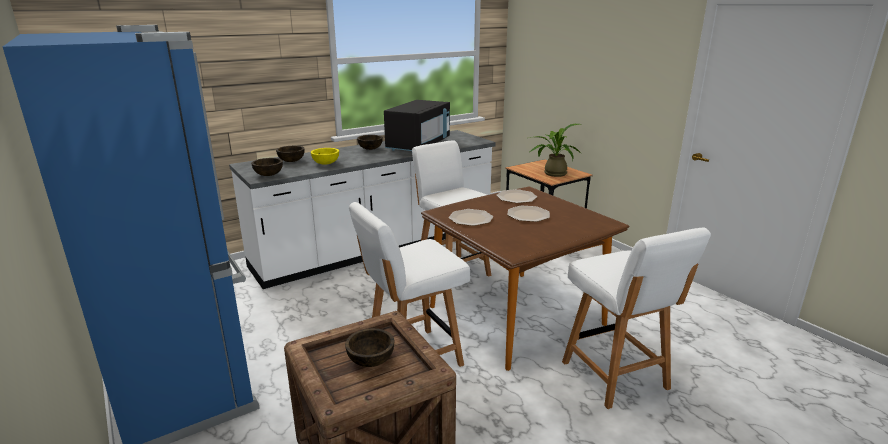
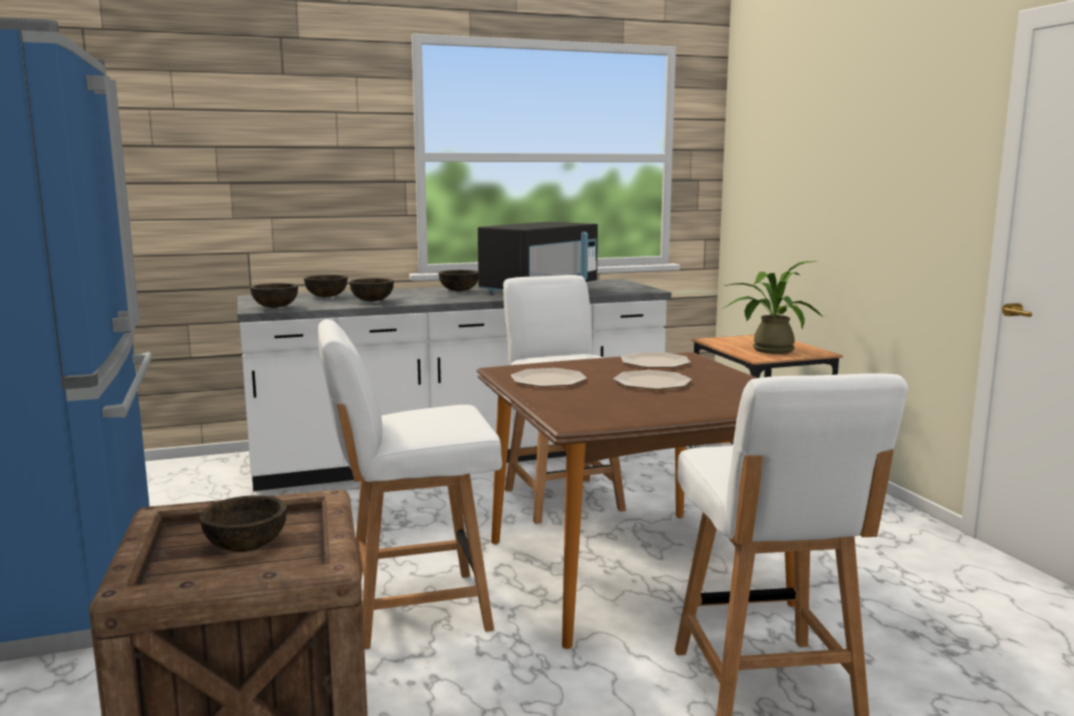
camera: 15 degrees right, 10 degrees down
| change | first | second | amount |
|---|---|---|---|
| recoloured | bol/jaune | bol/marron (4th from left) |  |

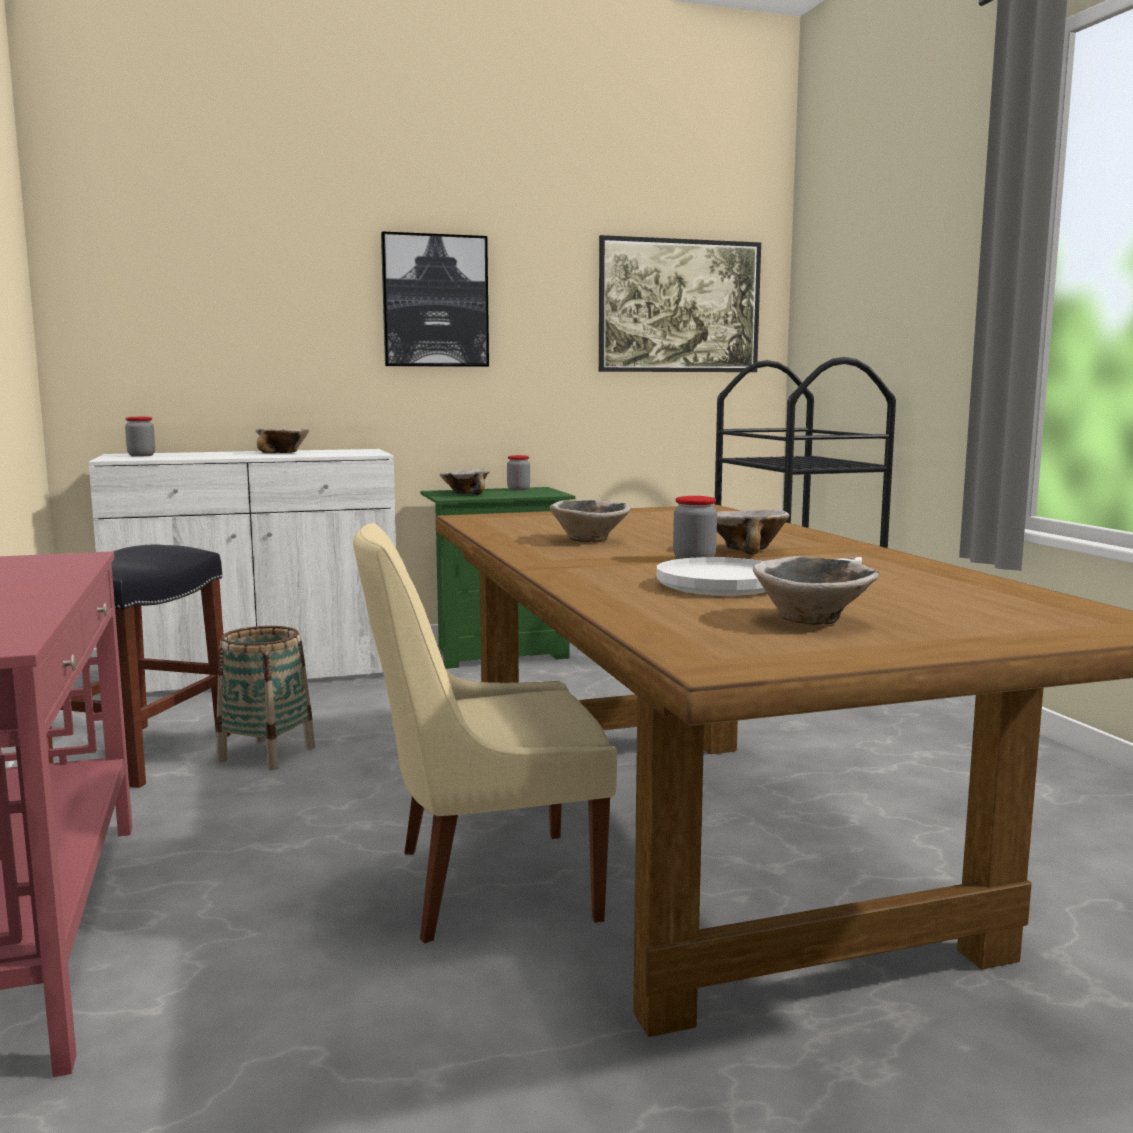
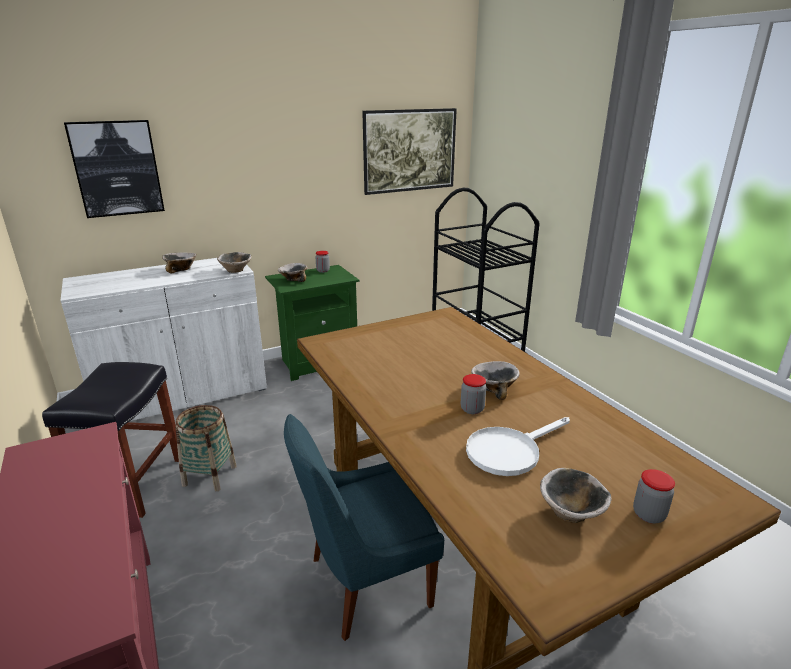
camera: 10 degrees left, 15 degrees up
| change | first | second | amount |
|---|---|---|---|
| moved | bocal (1st from left in the first image) | bocal (3rd from left) |  |
| moved | tableau (1st from left) |  |  |
| moved | bol (3rd from left in the first image) | bol (2nd from left) |  |
| recoloured | chaise/beige | chaise/bleu |  |

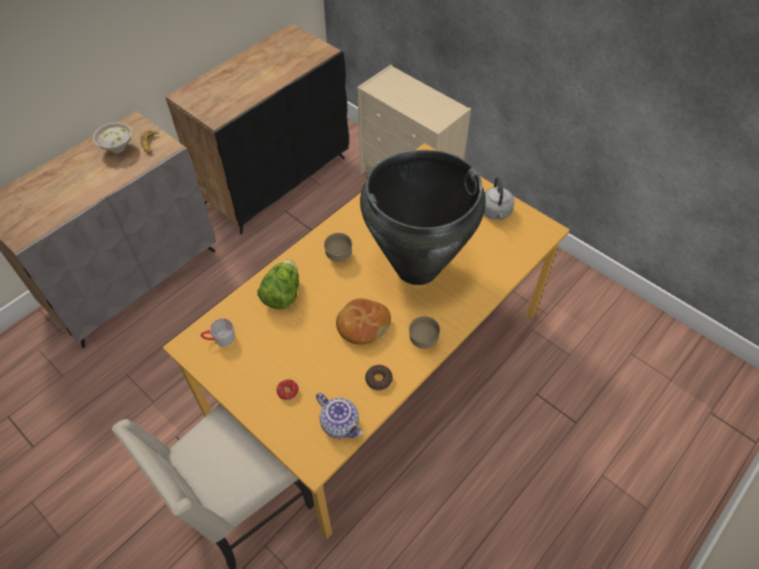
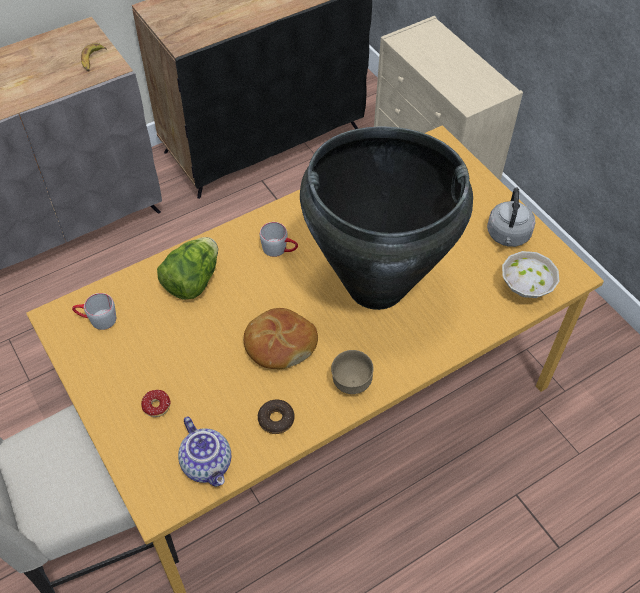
camera: 15 degrees right, 0 degrees up
| change | first | second | amount |
|---|---|---|---|
| moved | bol/blanc |  |  |
| replaced | bol/marron (1st from left) | mug/gris (2nd from left) |  |

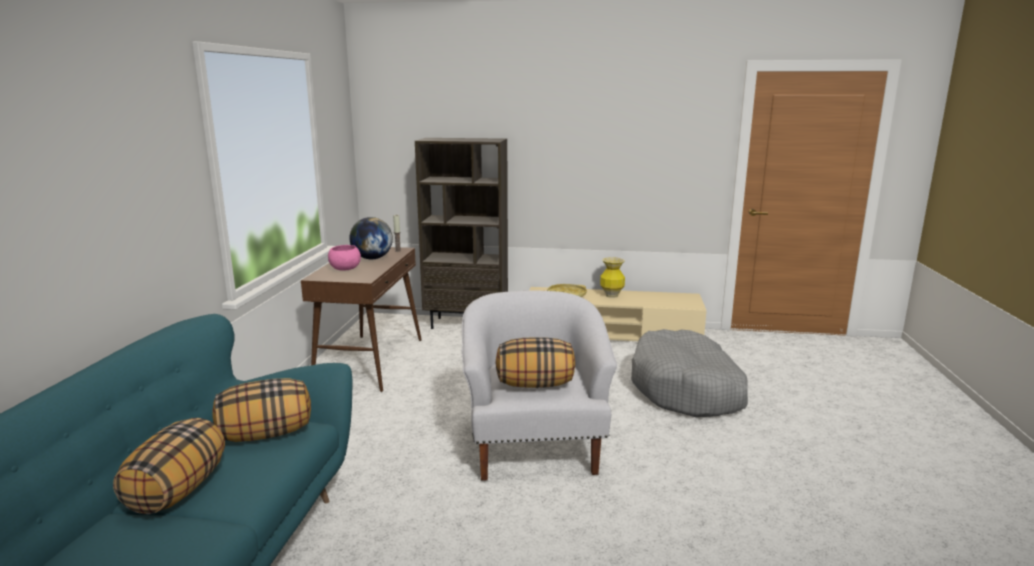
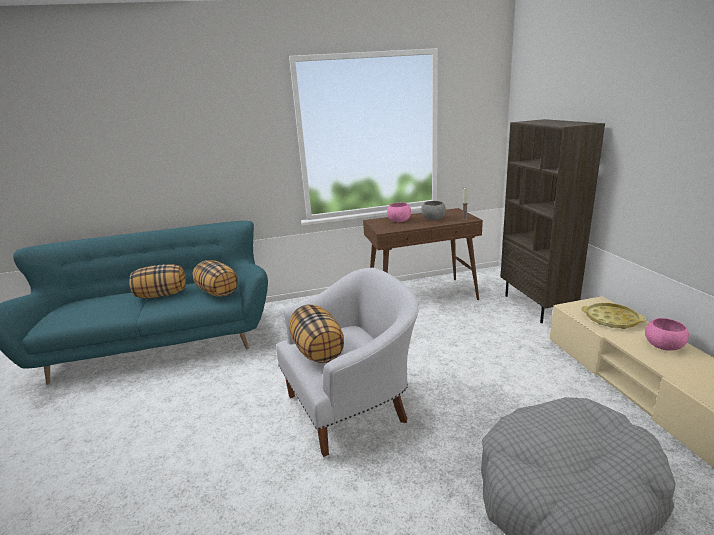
camera: 70 degrees right, 5 degrees up
| change | first | second | amount |
|---|---|---|---|
| replaced | globe | bol/gris |  |
| replaced | vase | bol/rose (2nd from left) |  |

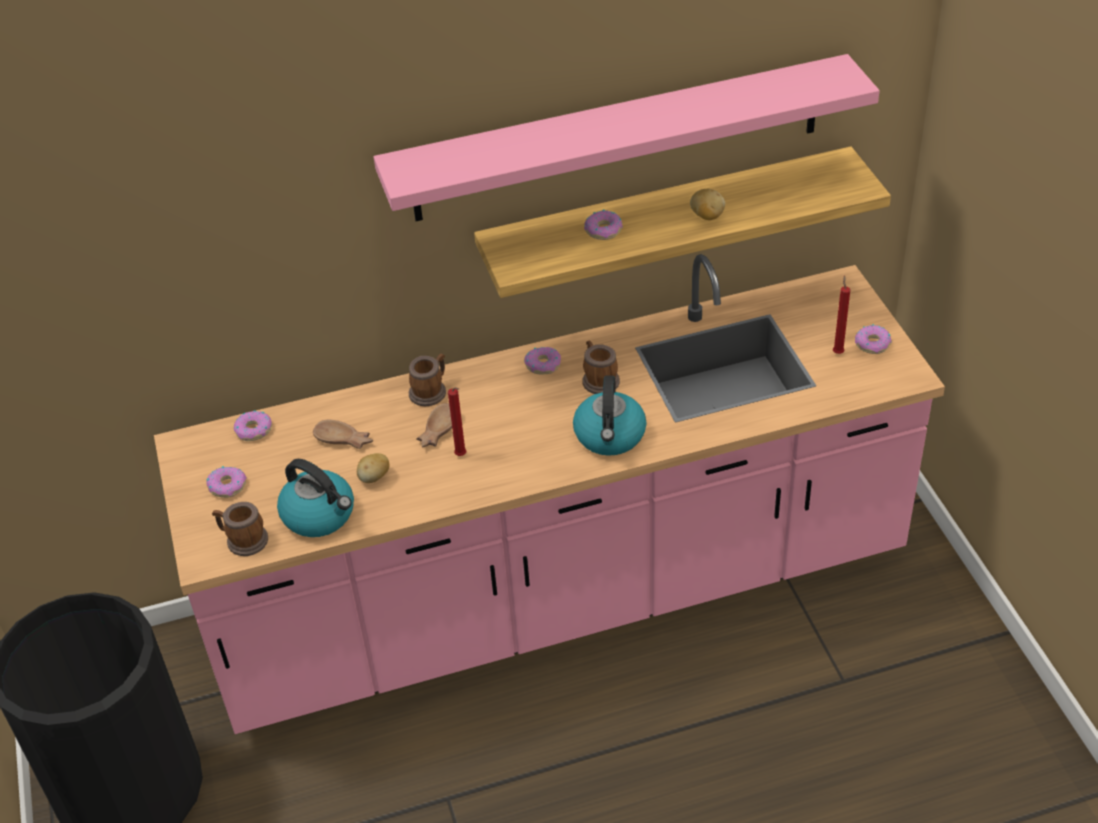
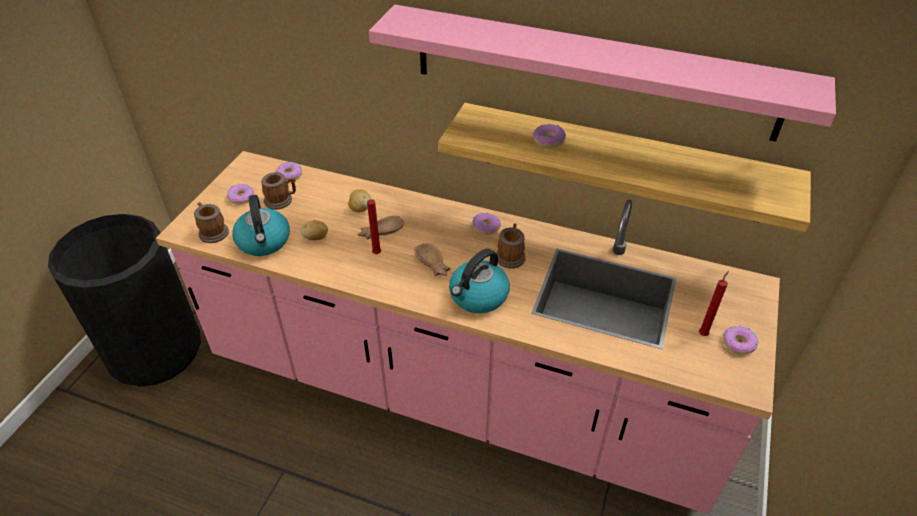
camera: 35 degrees right, 0 degrees up
| change | first | second | amount |
|---|---|---|---|
| moved | bol/marron (1st from left in the first image) | bol/marron (2nd from left) |  |
| moved | mug (2nd from left) |  |  |
| moved | pomme de terre (2nd from left) |  |  |

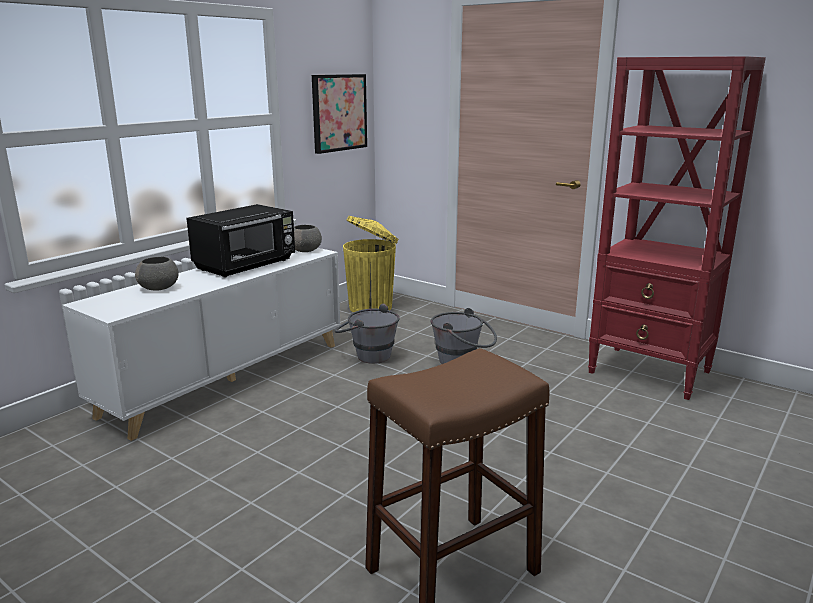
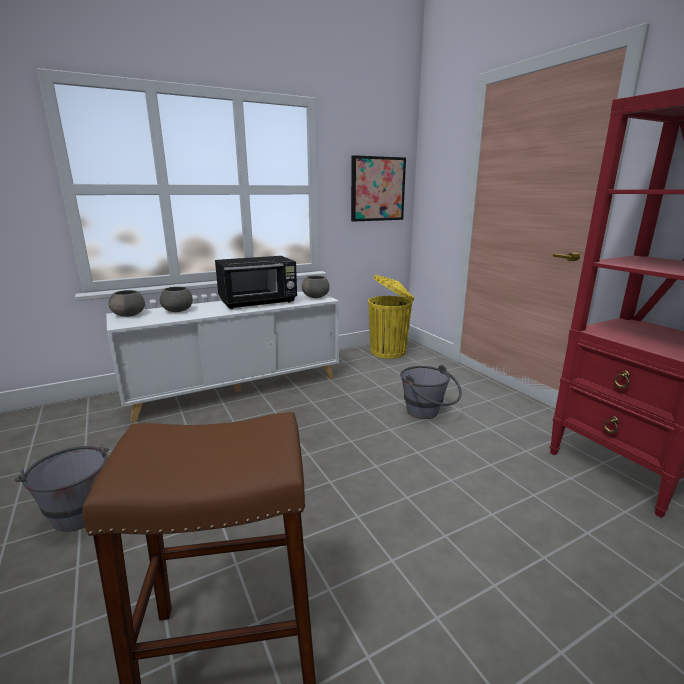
camera: 25 degrees right, 0 degrees up
| change | first | second | amount |
|---|---|---|---|
| added |  | bol/gris (1st from left) |  |
| moved | seau/gris (1st from left) |  |  |

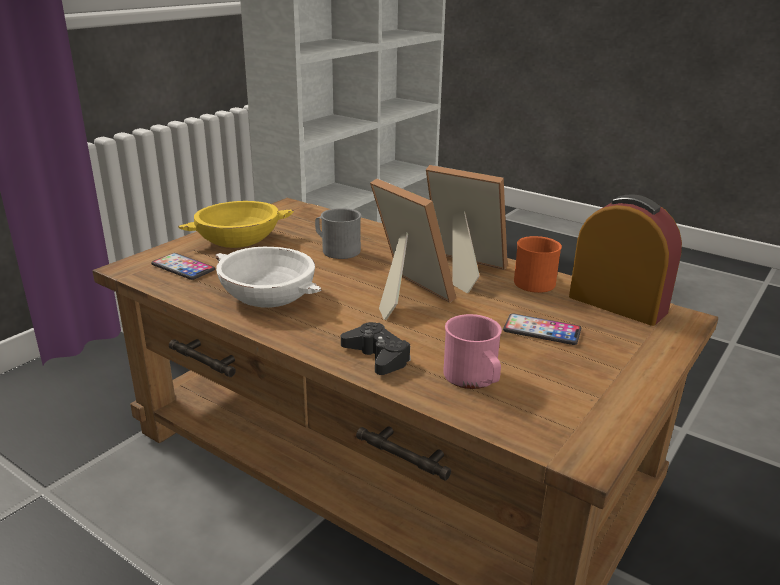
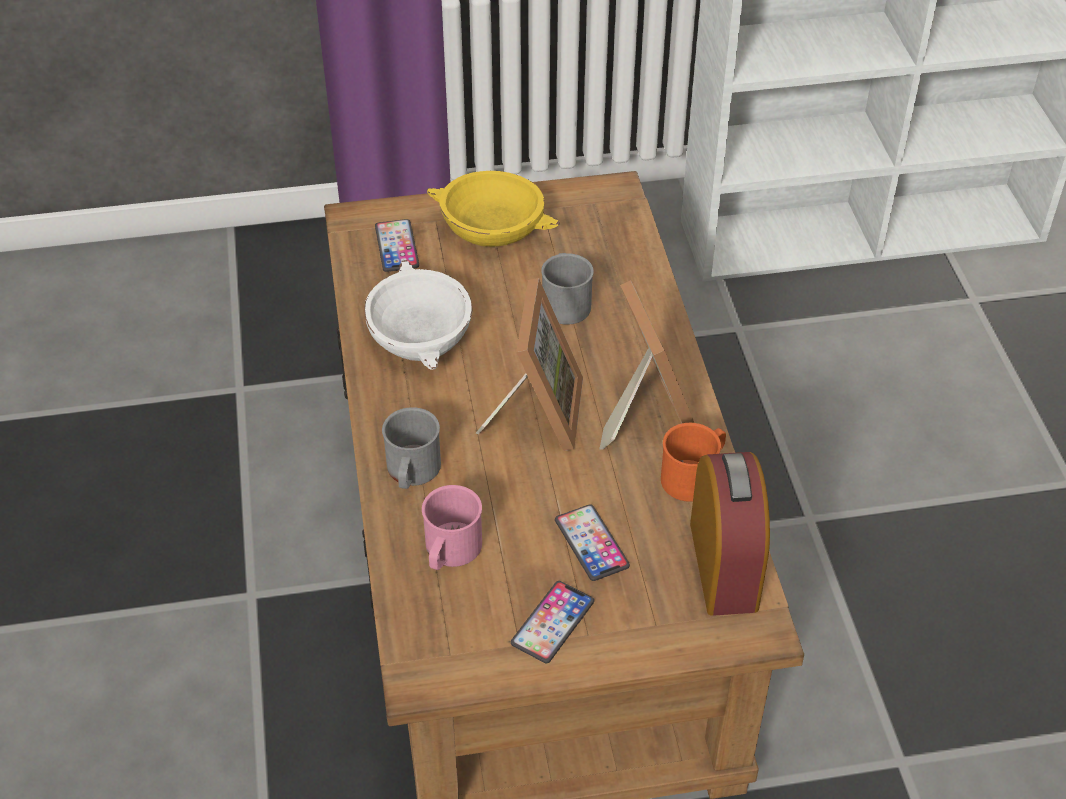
camera: 45 degrees right, 20 degrees up
| change | first | second | amount |
|---|---|---|---|
| added |  | téléphone (2nd from left) |  |
| replaced | manette/noir | mug/gris (1st from left) |  |

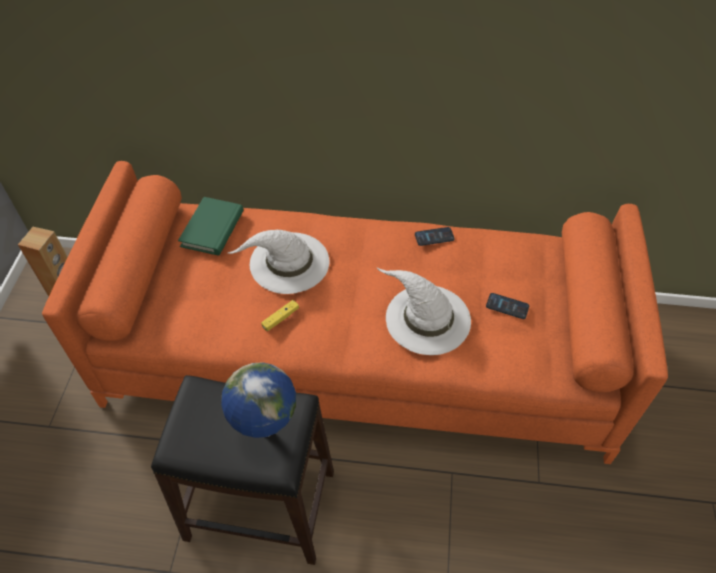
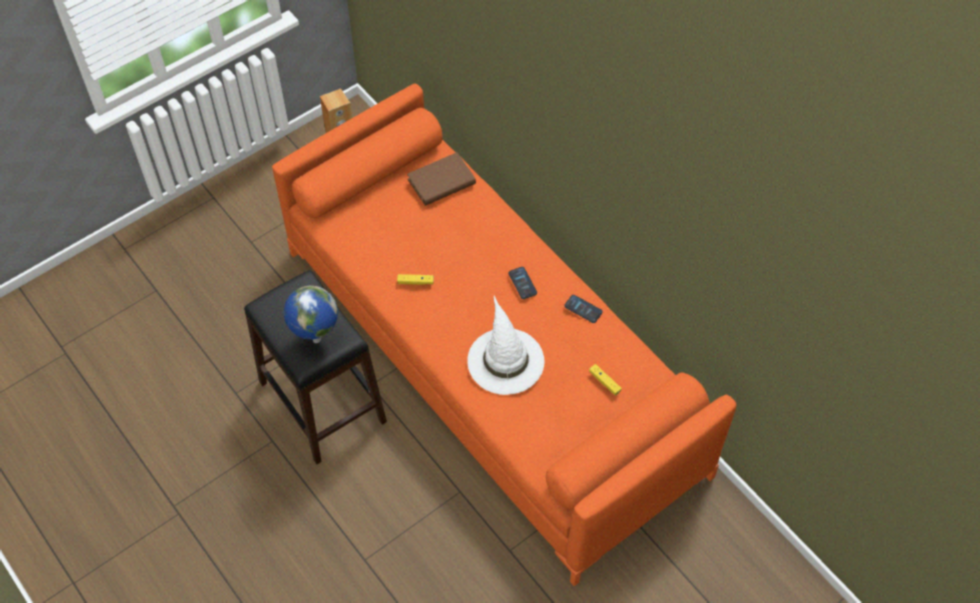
camera: 45 degrees right, 5 degrees up
| change | first | second | amount |
|---|---|---|---|
| removed | chapeau/blanc (1st from left) |  |  |
| added |  | manette/jaune (2nd from left) |  |
| moved | téléphone (2nd from left in the first image) | téléphone (1st from left) |  |
| recoloured | livre/vert | livre/marron |  |

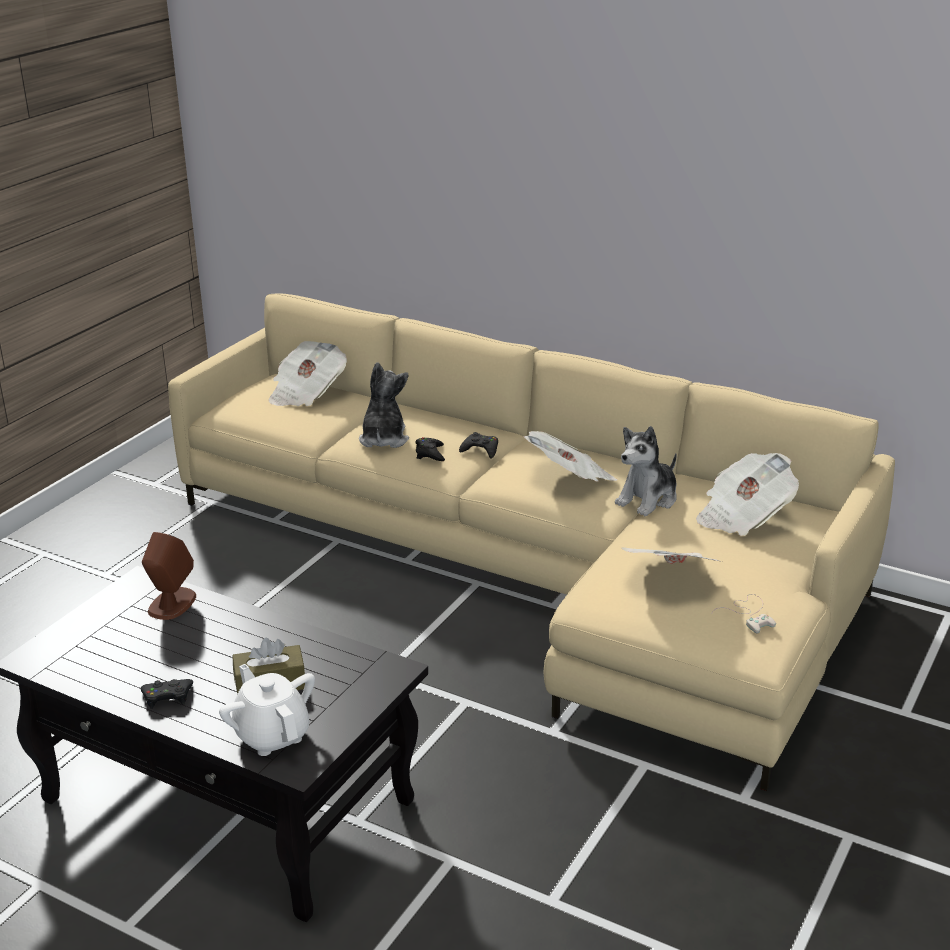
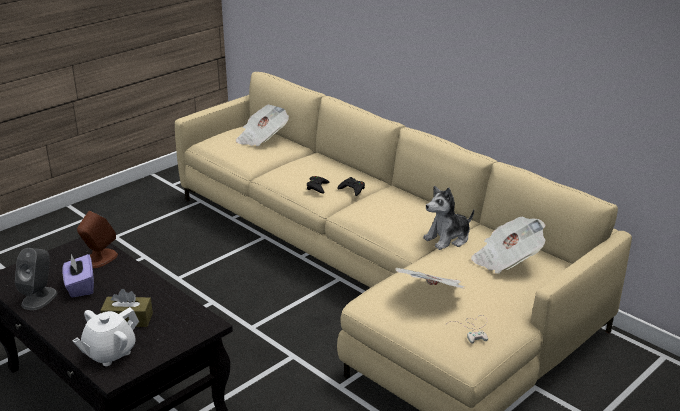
camera: 15 degrees right, 0 degrees up
| change | first | second | amount |
|---|---|---|---|
| removed | manette/noir (1st from left) |  |  |
| removed | peluche (1st from left) |  |  |
| removed | journal (2nd from left) |  |  |
| added |  | enceinte/gris |  |
| added |  | boîte à mouchoirs/violet |  |
| turned | théière/blanc |  | 120 degrees counterclockwise |

